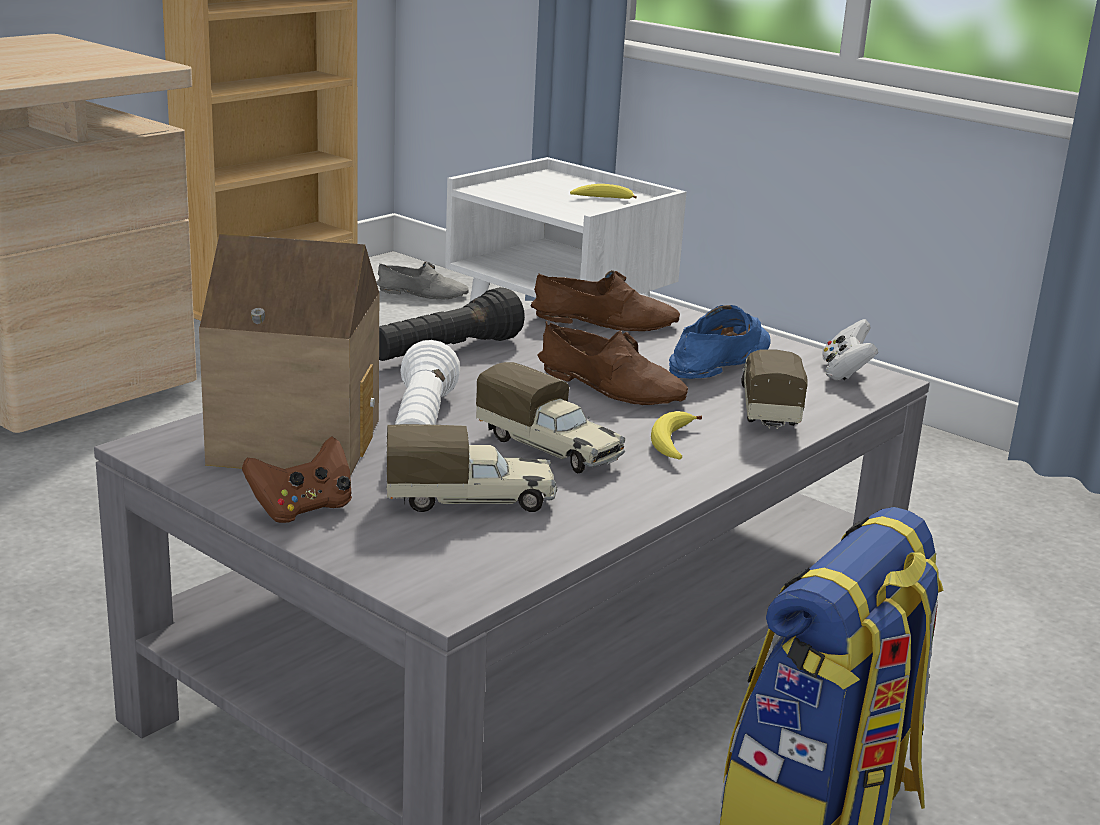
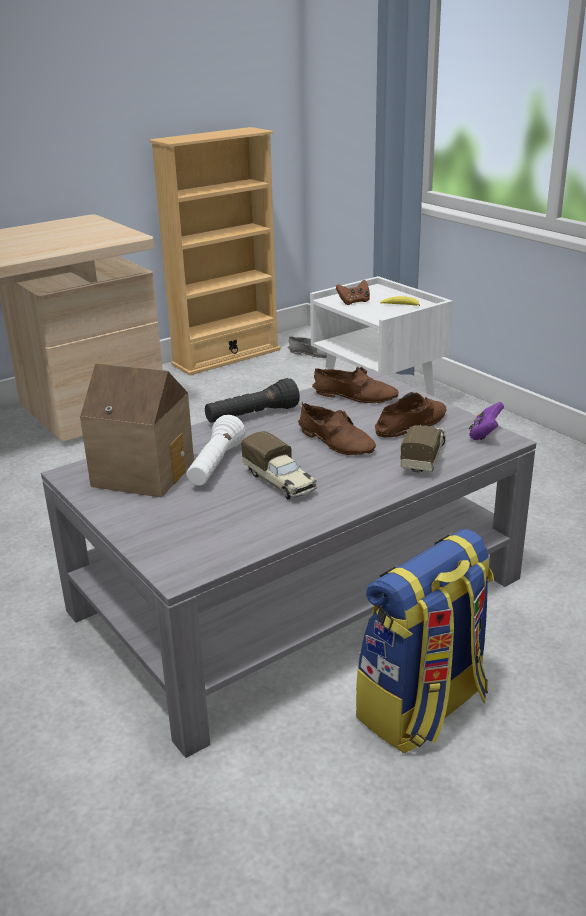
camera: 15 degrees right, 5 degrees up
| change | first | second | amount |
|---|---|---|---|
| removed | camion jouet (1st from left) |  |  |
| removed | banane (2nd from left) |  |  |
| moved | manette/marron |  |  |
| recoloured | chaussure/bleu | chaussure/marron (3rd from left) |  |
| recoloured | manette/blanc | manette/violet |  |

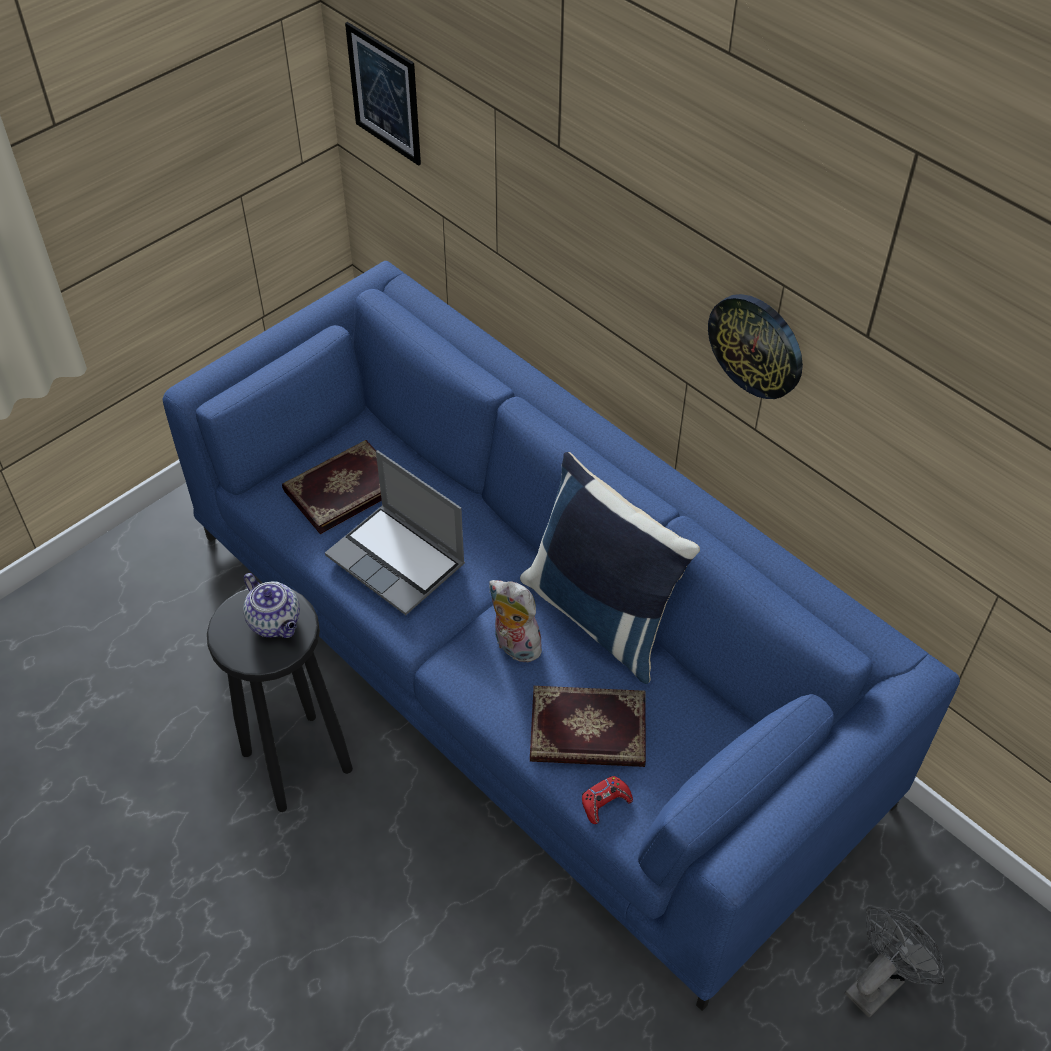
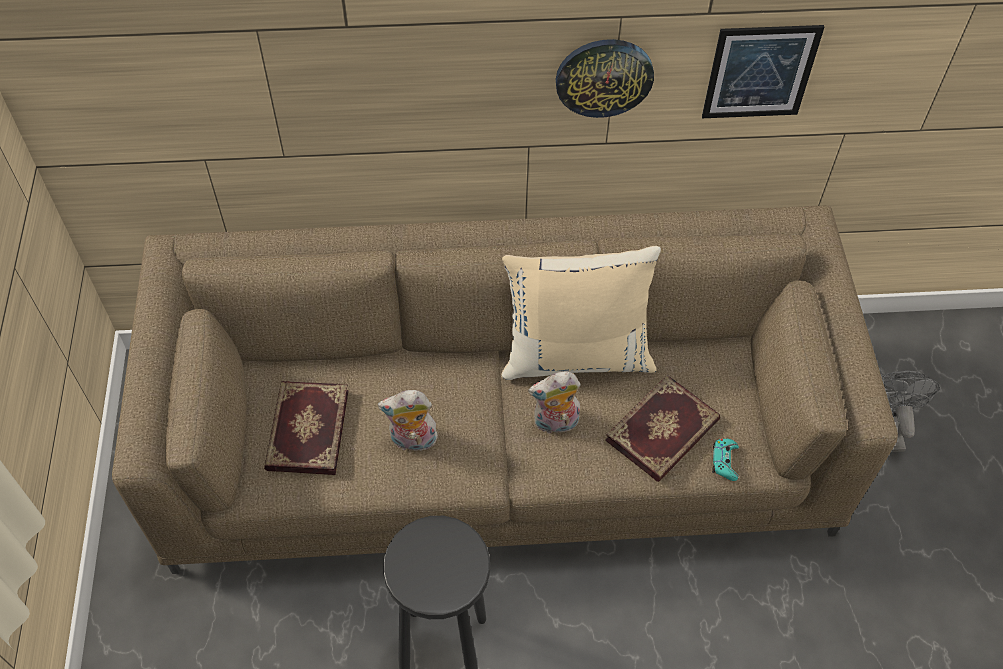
camera: 50 degrees left, 5 degrees up
| change | first | second | amount |
|---|---|---|---|
| removed | théière |  |  |
| moved | tableau |  |  |
| replaced | ordinateur portable | peluche (1st from left) |  |
| recoloured | canapé/bleu | canapé/marron |  |
| recoloured | coussin/bleu | coussin/beige |  |
| recoloured | manette/rouge | manette/turquoise |  |

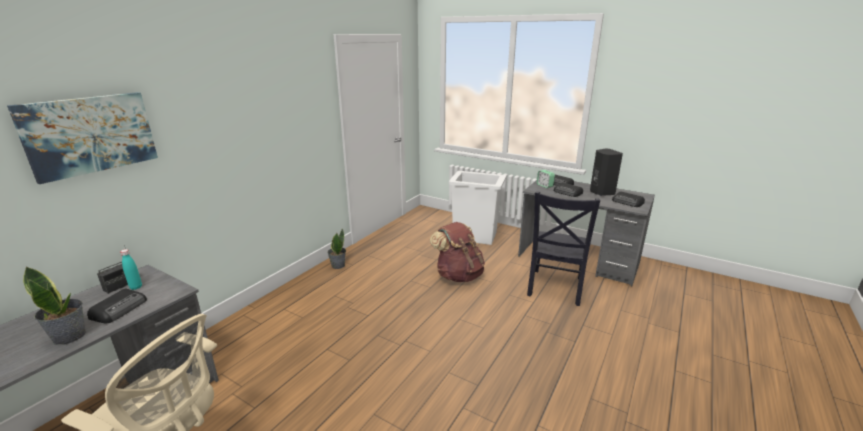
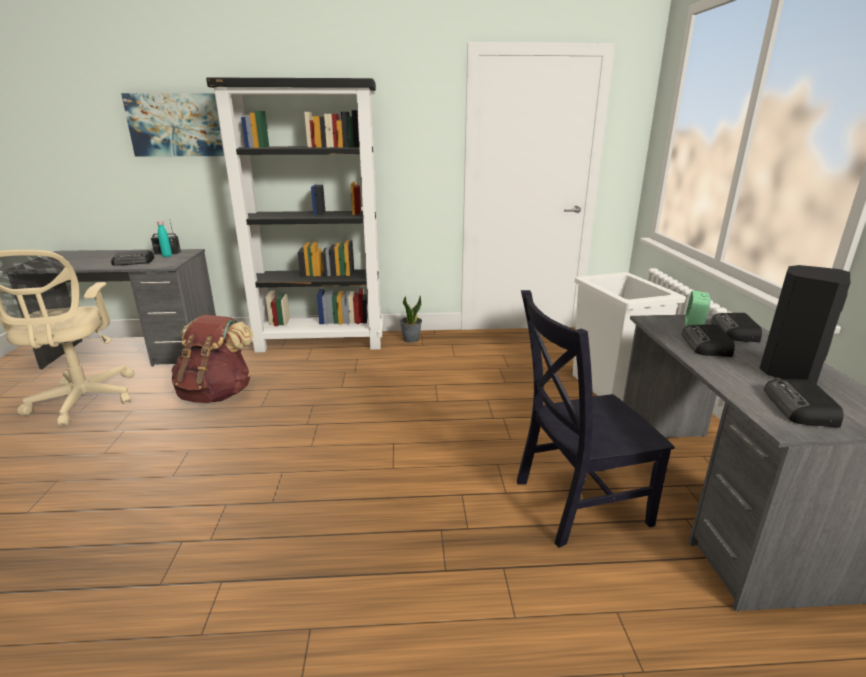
camera: 55 degrees right, 0 degrees up
| change | first | second | amount |
|---|---|---|---|
| removed | plante en pot (1st from left) |  |  |
| added |  | bibliothèque/noir |  |
| moved | sac à dos/marron |  |  |

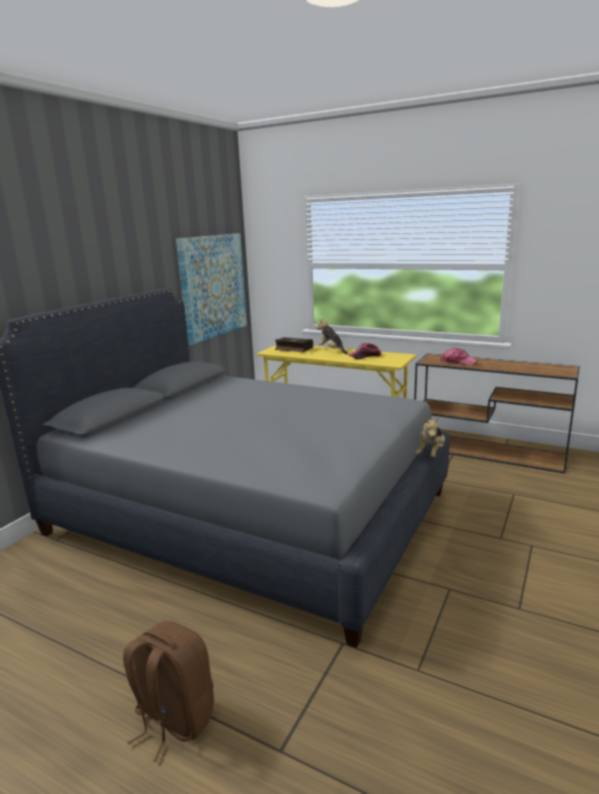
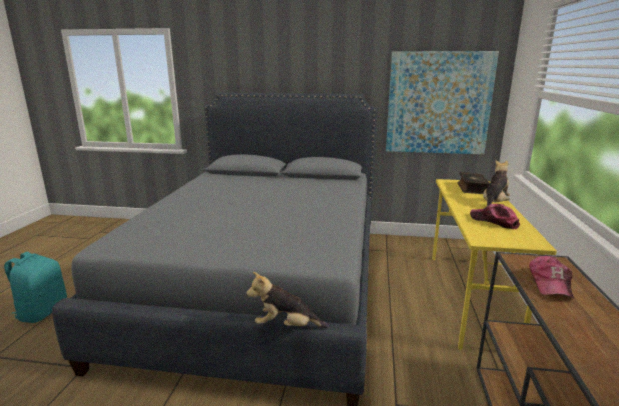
camera: 70 degrees right, 0 degrees up
| change | first | second | amount |
|---|---|---|---|
| recoloured | sac à dos/marron | sac à dos/turquoise |  |

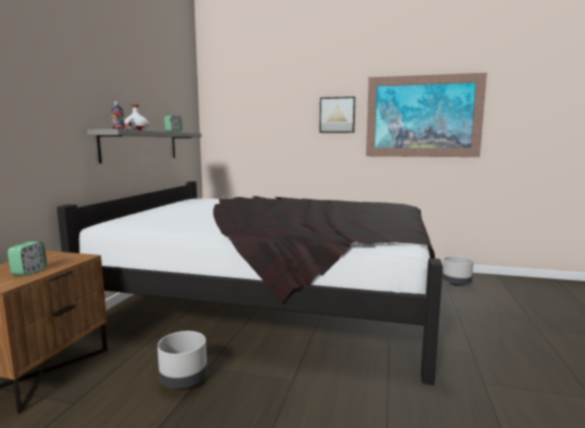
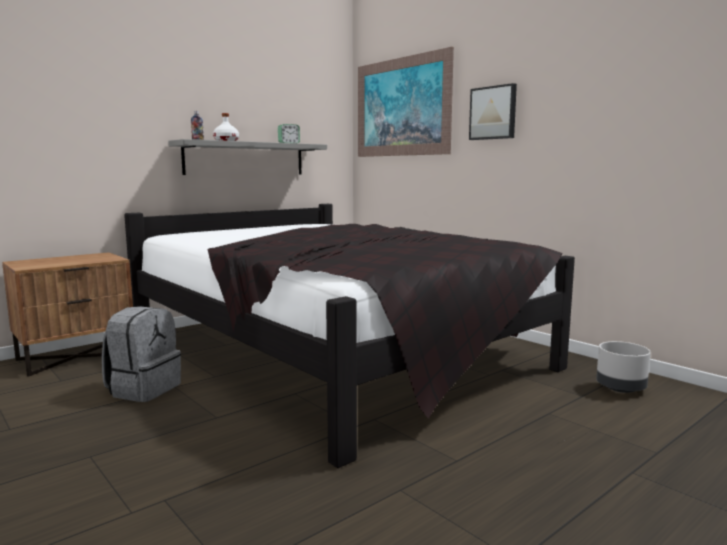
camera: 35 degrees right, 0 degrees up
| change | first | second | amount |
|---|---|---|---|
| removed | réveil (1st from left) |  |  |
| moved | tableau (2nd from left in the first image) | tableau (1st from left) |  |
| replaced | cache-pot/gris (1st from left) | sac à dos/gris |  |

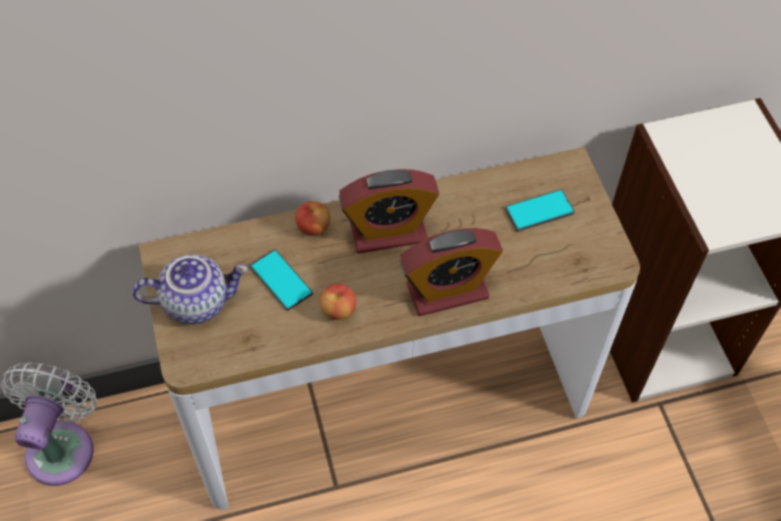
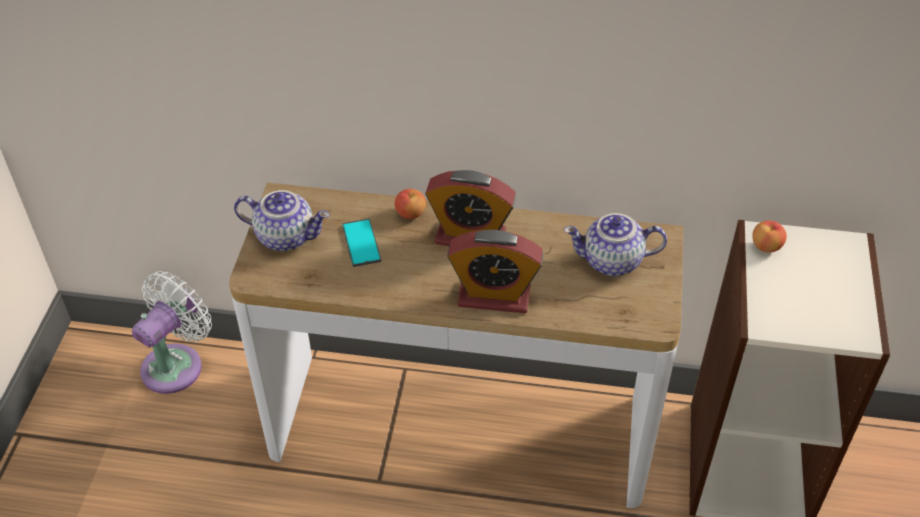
camera: 25 degrees right, 10 degrees down
| change | first | second | amount |
|---|---|---|---|
| moved | pomme (2nd from left) |  |  |
| replaced | téléphone (2nd from left) | théière (2nd from left) |  |

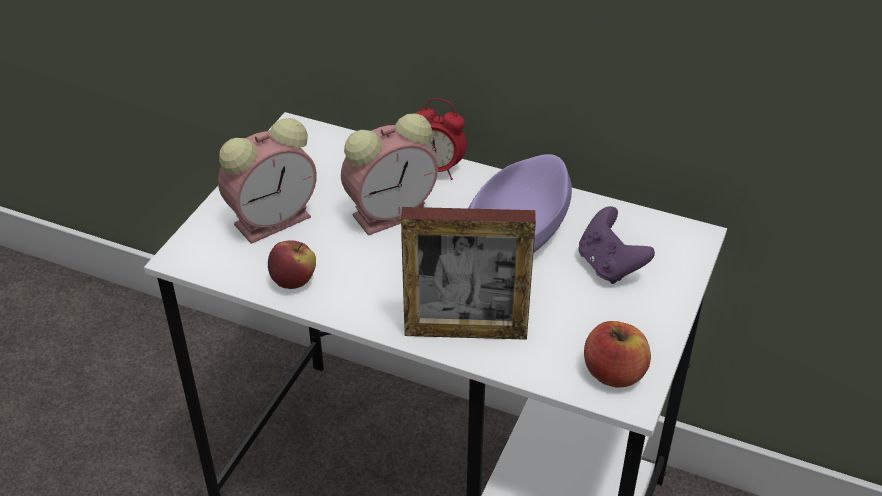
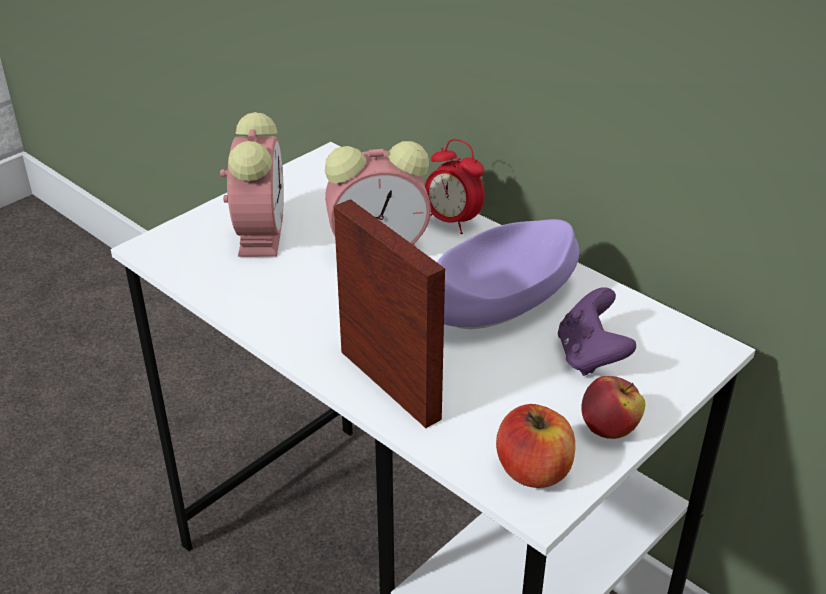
camera: 20 degrees right, 5 degrees down
| change | first | second | amount |
|---|---|---|---|
| moved | pomme (1st from left in the first image) | pomme (2nd from left) |  |
| turned | réveil (1st from left) |  | 75 degrees counterclockwise |
| turned | cadre photo |  | 150 degrees counterclockwise |

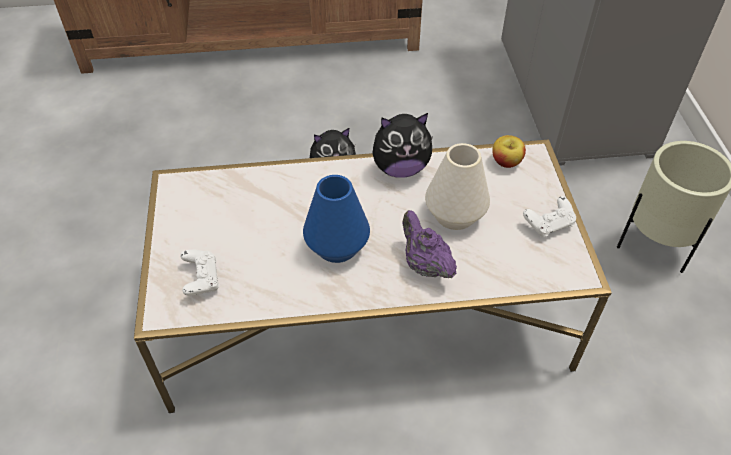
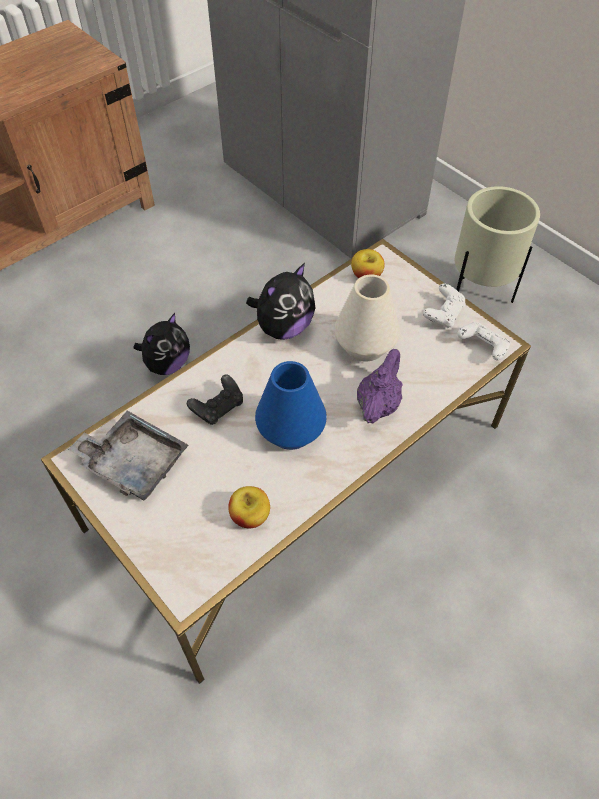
camera: 35 degrees left, 5 degrees up
| change | first | second | amount |
|---|---|---|---|
| added |  | plateau/gris |  |
| added |  | manette/noir |  |
| added |  | pomme (1st from left) |  |
| moved | manette/blanc (1st from left in the first image) | manette/blanc (2nd from left) |  |
| turned | théière/violet |  | 90 degrees clockwise |

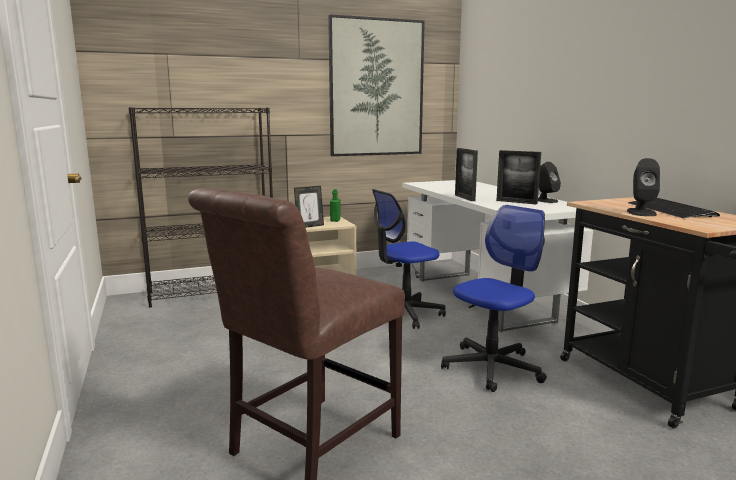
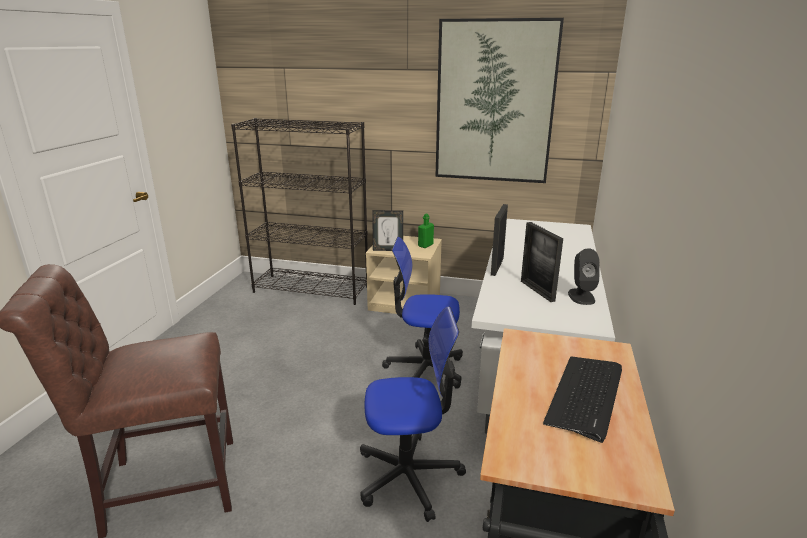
camera: 35 degrees right, 10 degrees up
| change | first | second | amount |
|---|---|---|---|
| removed | enceinte/noir (2nd from left) |  |  |

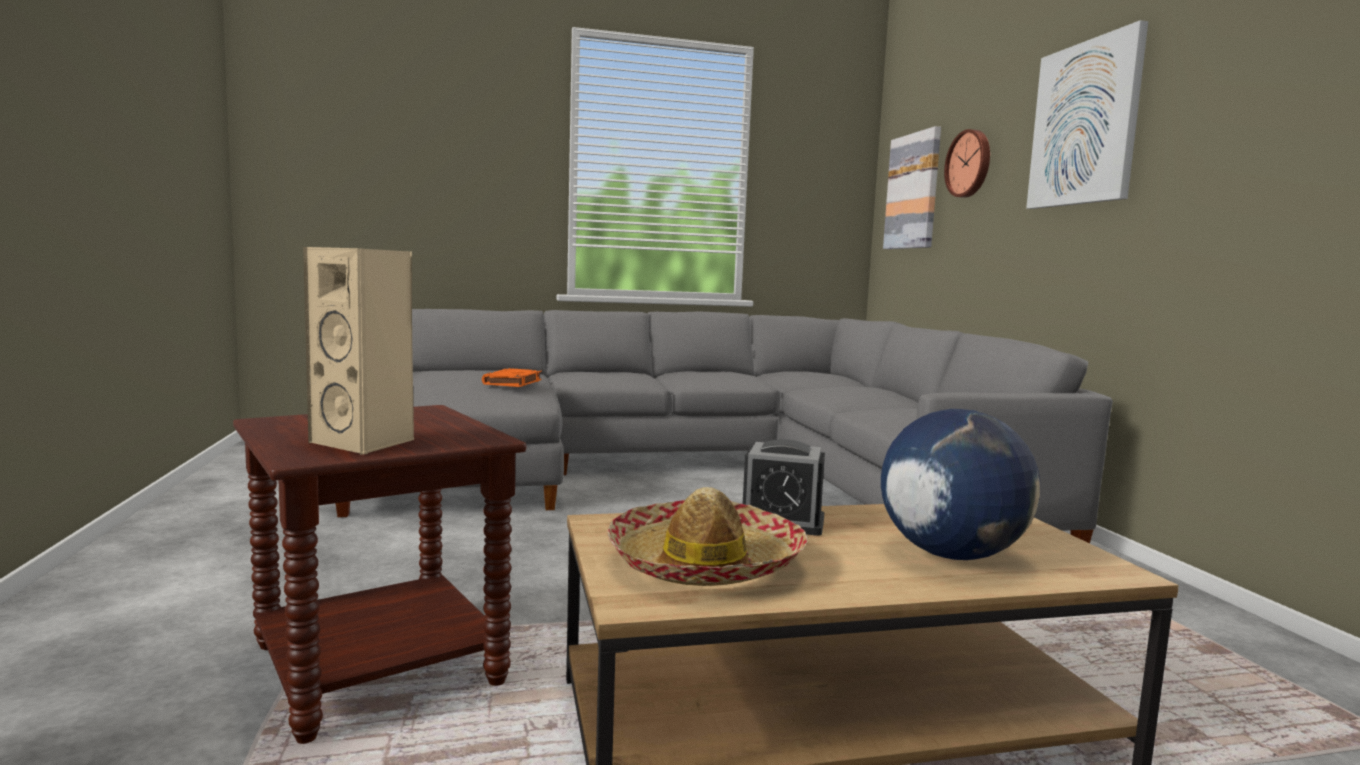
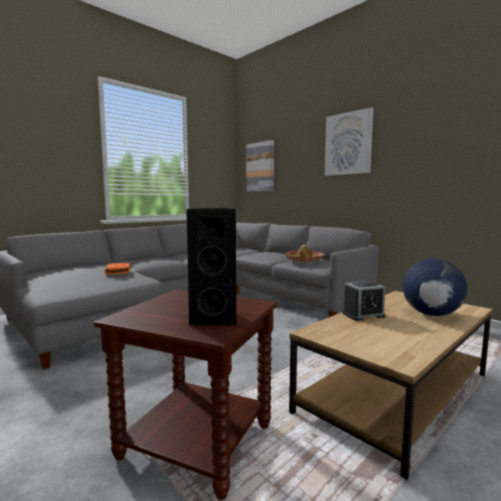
camera: 30 degrees left, 0 degrees up
| change | first | second | amount |
|---|---|---|---|
| removed | horloge murale |  |  |
| moved | chapeau |  |  |
| recoloured | enceinte/beige | enceinte/noir |  |

